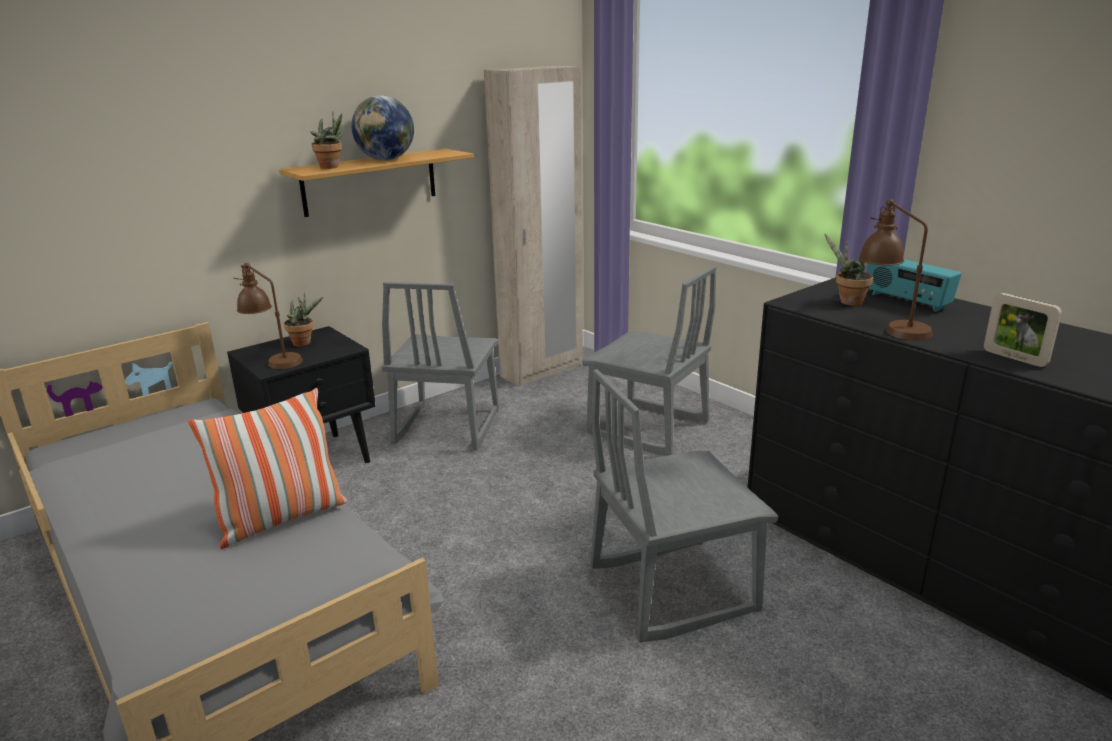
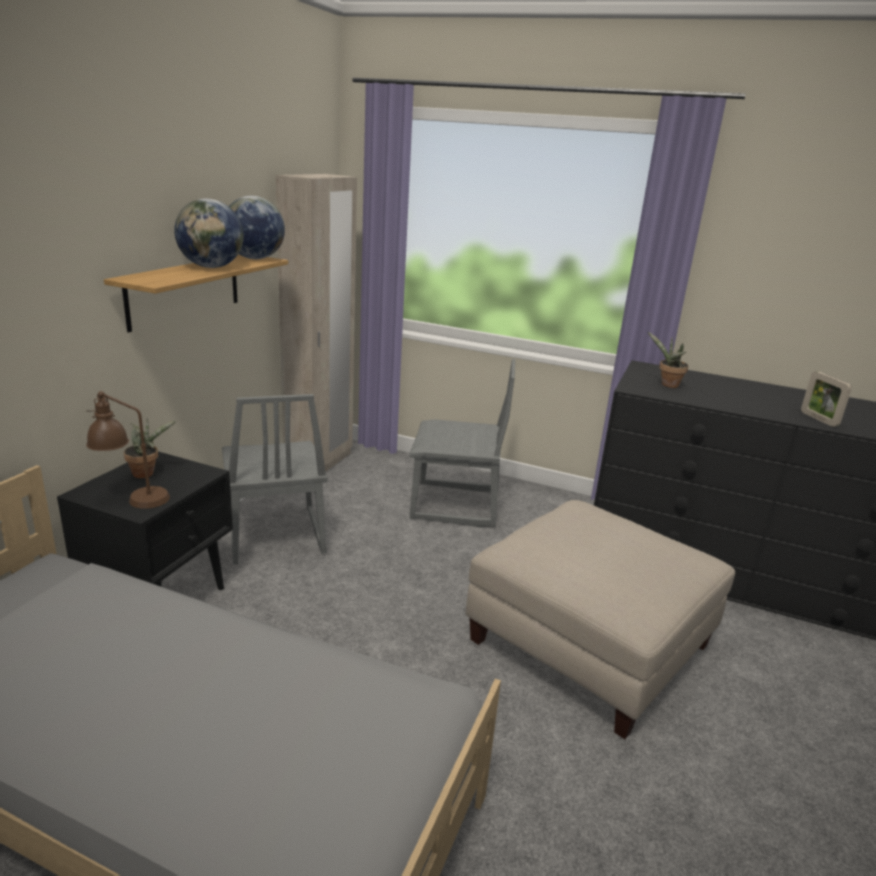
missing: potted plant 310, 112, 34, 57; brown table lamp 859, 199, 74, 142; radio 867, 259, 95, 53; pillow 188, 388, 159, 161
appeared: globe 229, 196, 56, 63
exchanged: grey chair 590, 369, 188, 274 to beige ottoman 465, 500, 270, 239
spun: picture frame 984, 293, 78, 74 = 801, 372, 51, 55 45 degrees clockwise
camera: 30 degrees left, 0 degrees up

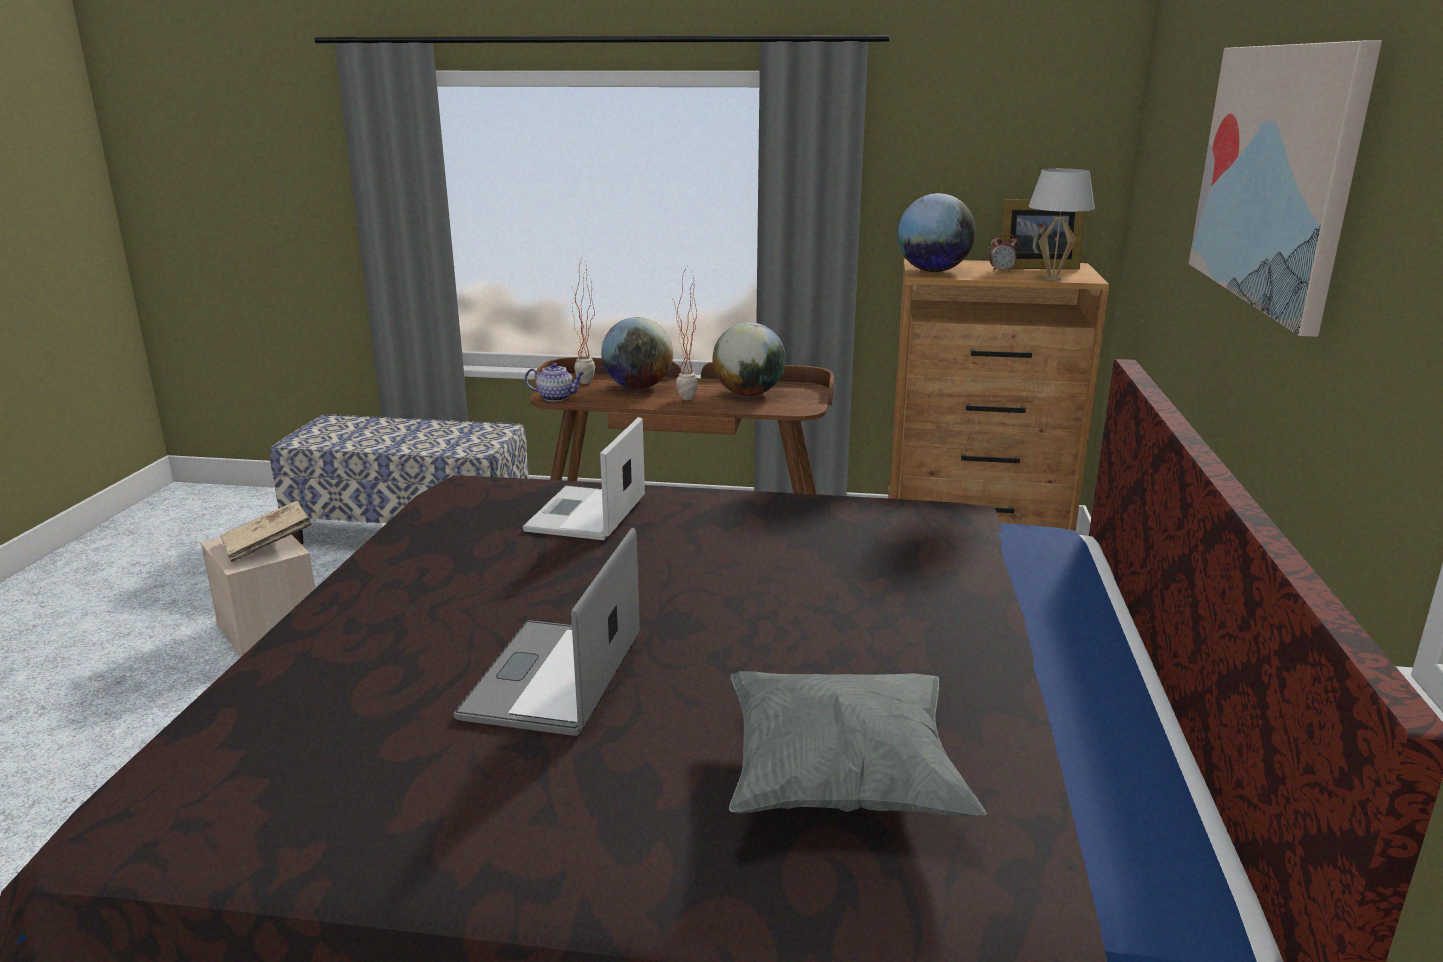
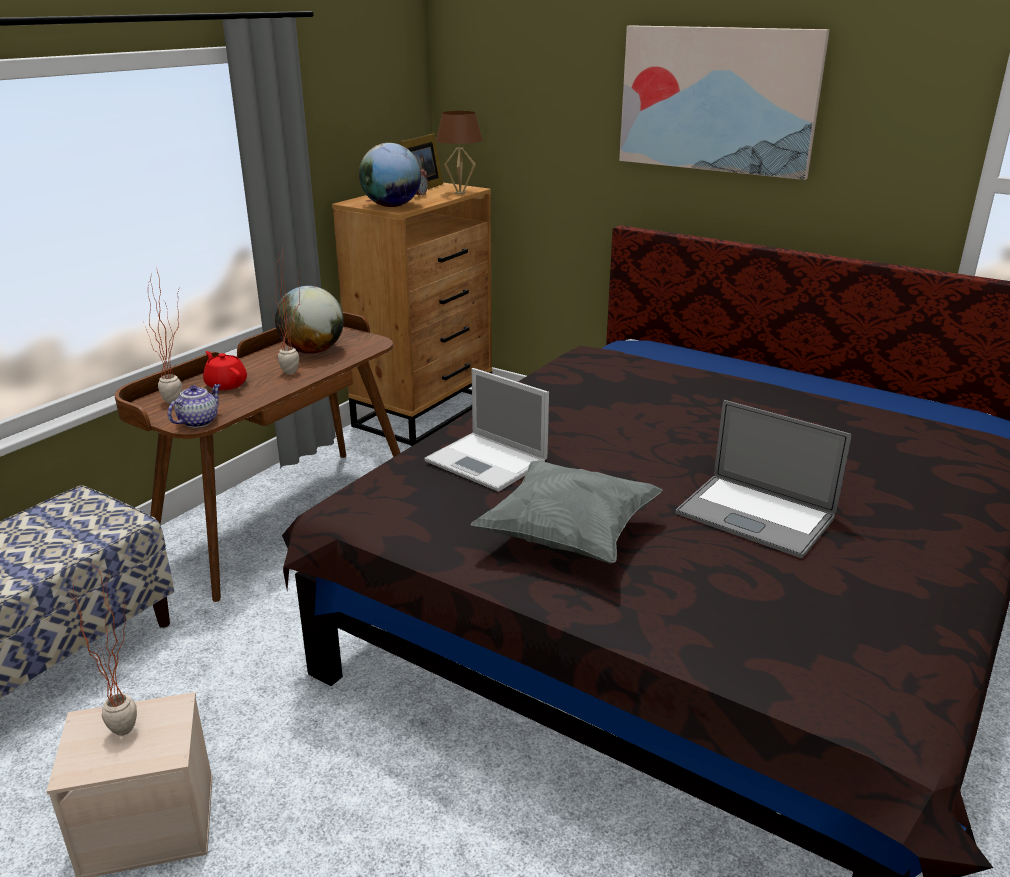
relocated: grey pillow 729, 671, 258, 146 to 471, 461, 192, 103
exchanged: globe 601, 317, 72, 72 to red teapot 203, 351, 44, 39; beige book 221, 501, 91, 61 to potted plant 68, 562, 69, 174
colour: white table lamp 1028, 168, 67, 112 to brown table lamp 436, 111, 47, 83
camera: 65 degrees left, 5 degrees up

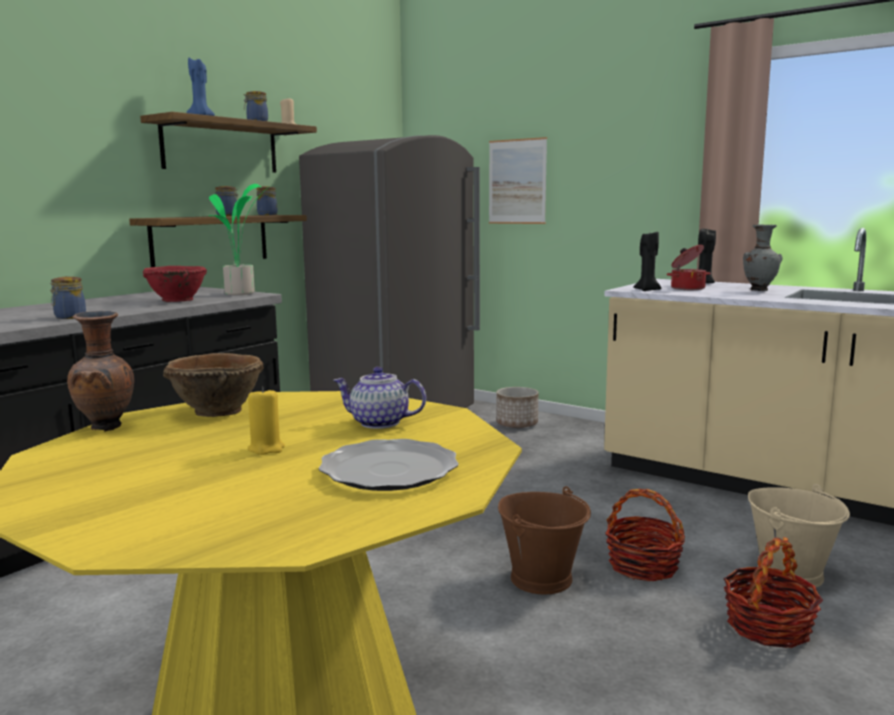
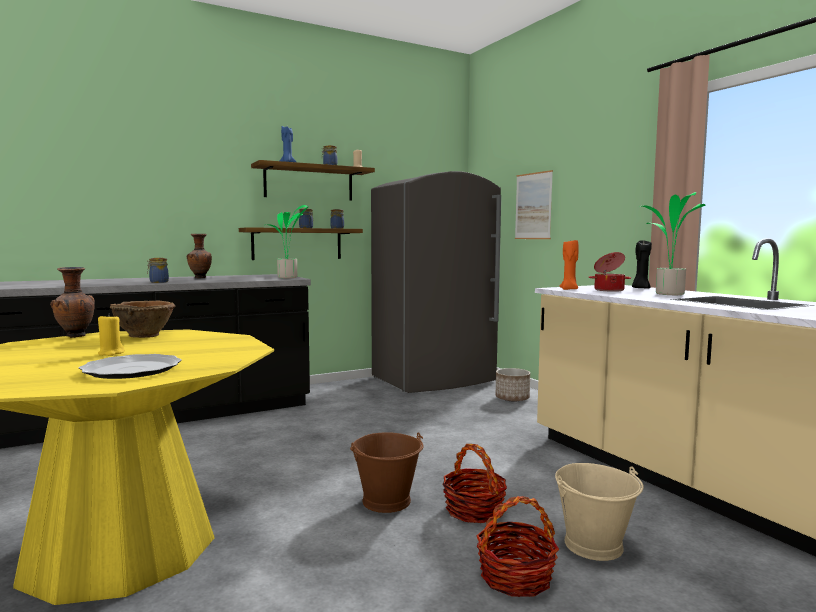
missing: red bowl 143, 266, 64, 36; teapot 333, 367, 93, 62
appeared: brown vase 186, 234, 26, 44
exchanged: grey vase 743, 224, 40, 68 to potted plant 639, 192, 66, 103
colour: black candle 633, 232, 28, 59 to orange candle 559, 240, 20, 50
camera: 25 degrees right, 5 degrees down

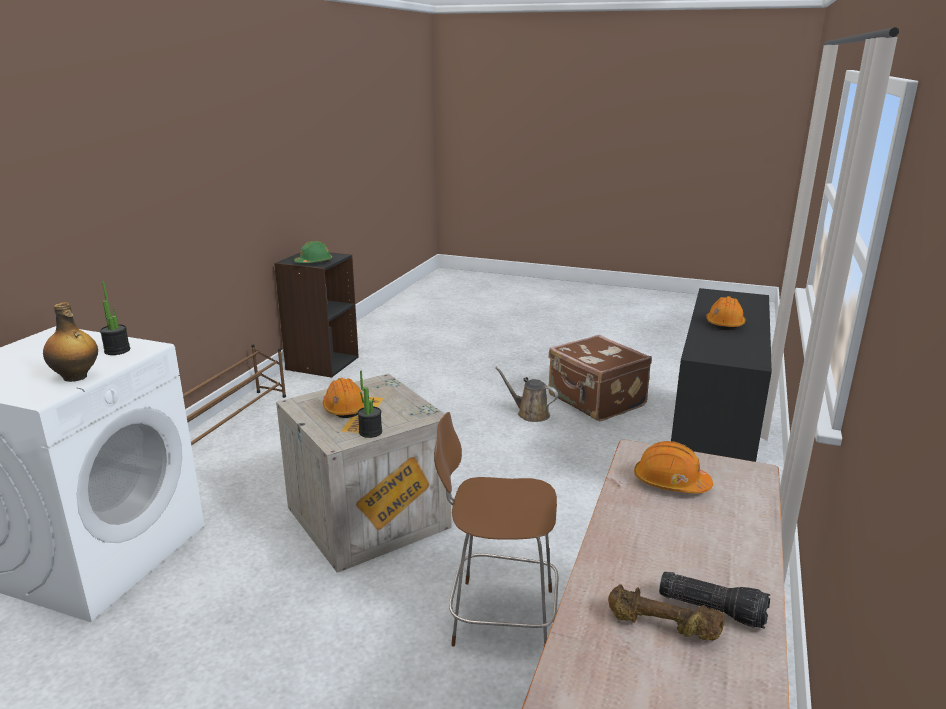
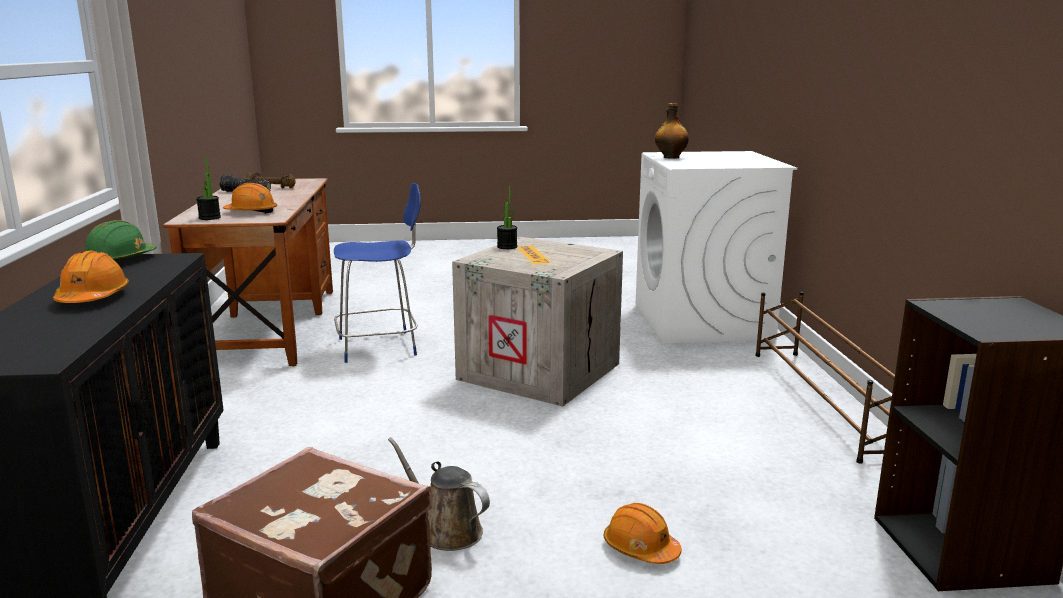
relocated: green hard hat 294, 241, 38, 22 to 85, 220, 72, 41; potted plant 100, 281, 30, 74 to 196, 157, 25, 63; orange hard hat 322, 378, 42, 40 to 604, 503, 78, 61
colour: brown chair 434, 412, 125, 234 to blue chair 334, 183, 87, 180
spun: brown watering can 495, 367, 63, 55 = 388, 437, 102, 114 150 degrees counterclockwise
camera: 155 degrees right, 5 degrees down

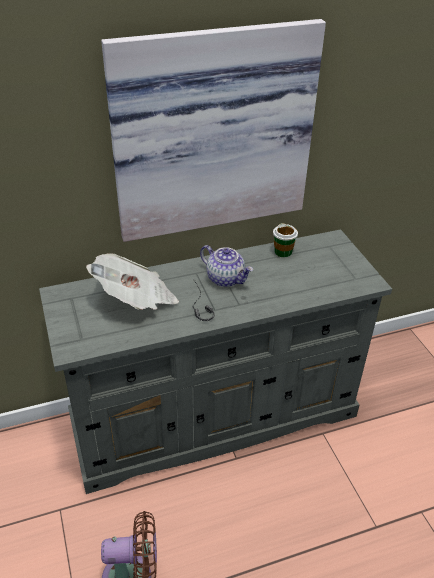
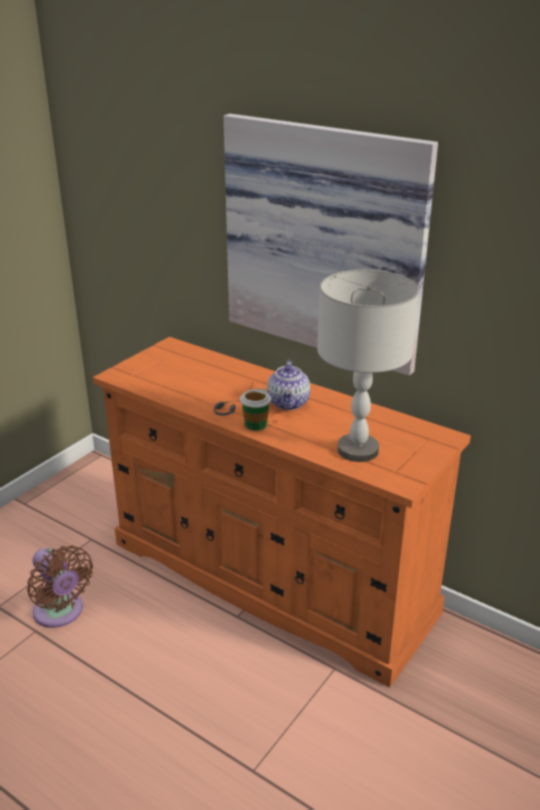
missing: newspaper 86, 253, 93, 57
appeared: grey table lamp 317, 270, 102, 192
relocated: cup 273, 223, 25, 34 to 240, 388, 31, 43
colour: grey dresser 39, 229, 353, 265 to orange dresser 93, 337, 378, 351
camera: 55 degrees right, 10 degrees down

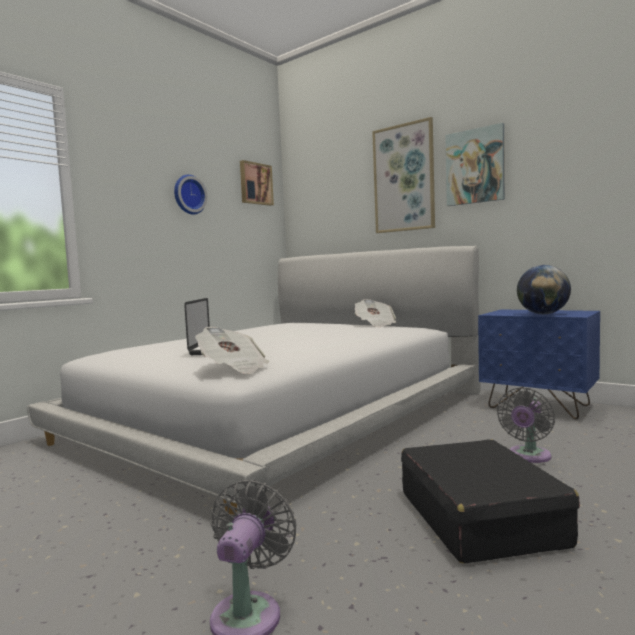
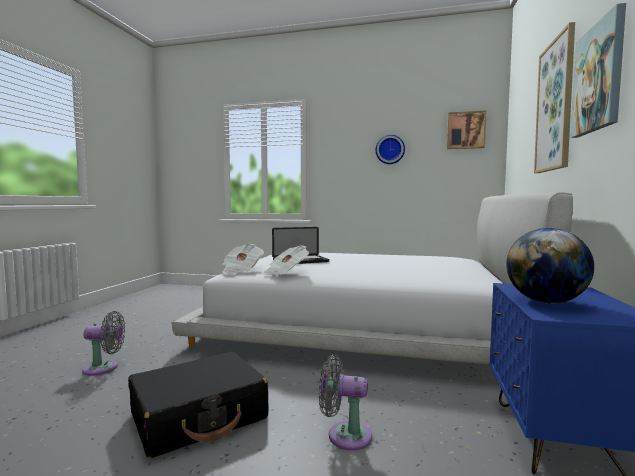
relocated: newspaper 355, 299, 42, 28 to 263, 245, 46, 30
camera: 65 degrees right, 0 degrees up

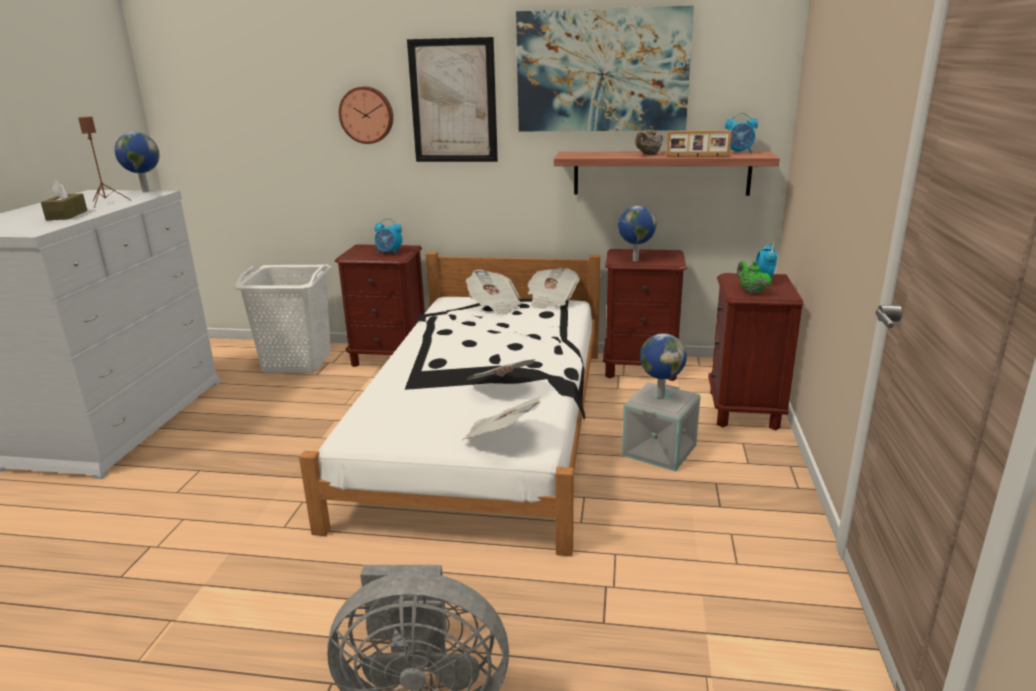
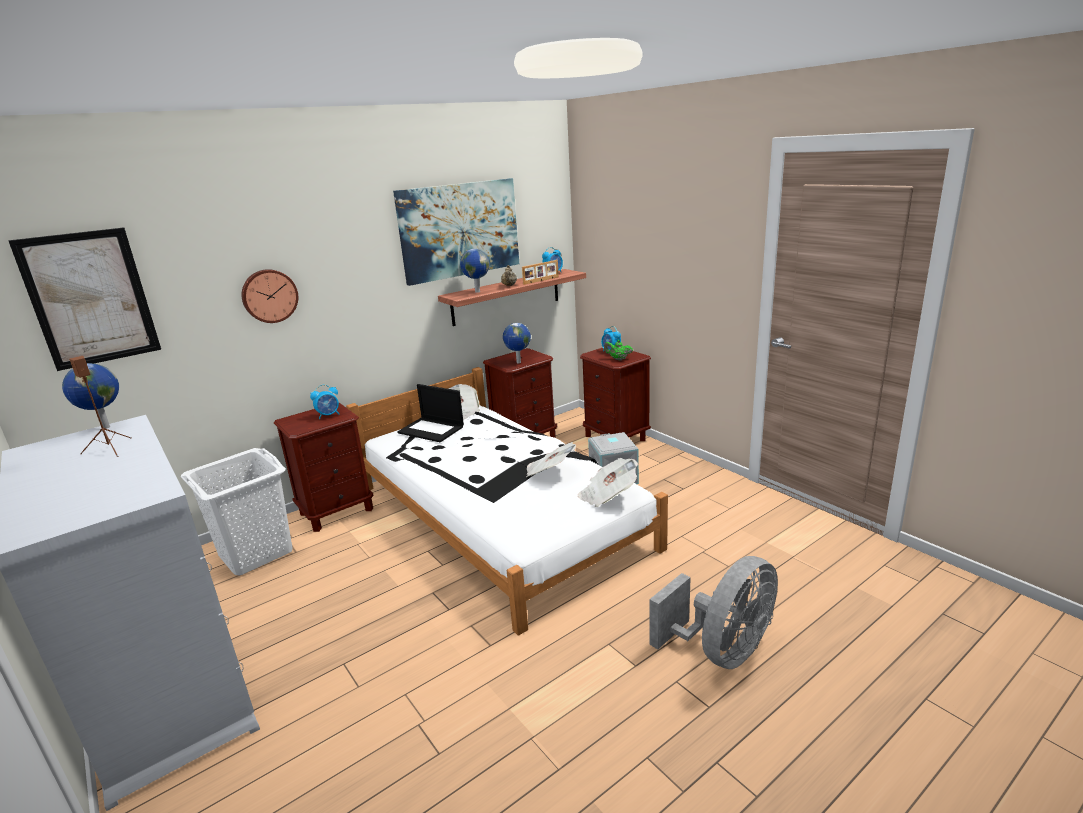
missing: brown tissue box 41, 180, 46, 40
relocated: picture 407, 37, 91, 125 to 8, 227, 153, 144; globe 640, 333, 47, 65 to 460, 249, 30, 44
exchanged: newspaper 466, 269, 56, 46 to laptop 397, 384, 67, 58
camera: 45 degrees left, 0 degrees up

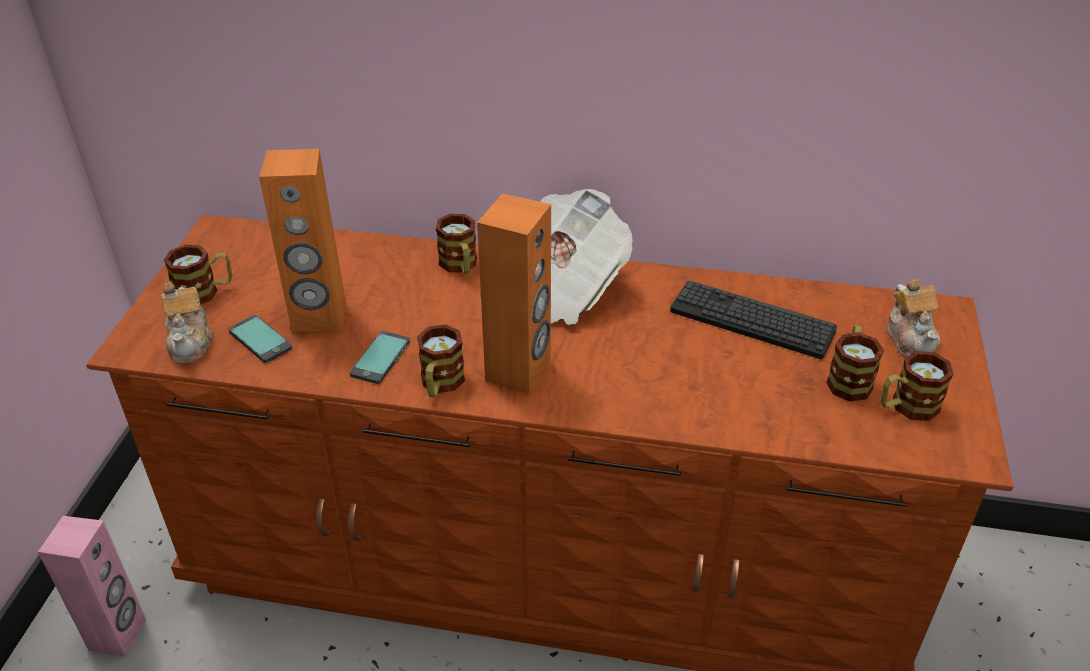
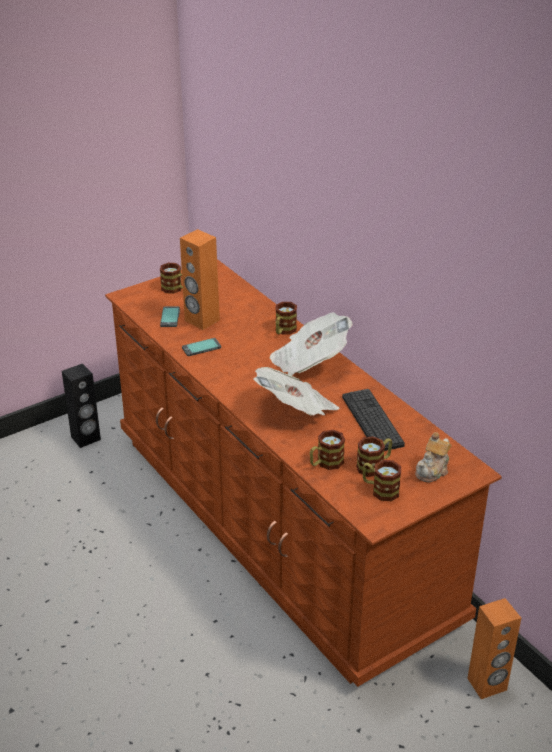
missing: teapot 161, 282, 53, 82
appeared: newspaper 253, 367, 86, 49
relocated: orange speaker 477, 194, 74, 200 to 467, 598, 54, 101; mug 417, 324, 48, 73 to 310, 430, 35, 40
colour: pink speaker 38, 516, 108, 141 to black speaker 62, 364, 39, 84
camera: 45 degrees right, 5 degrees down

